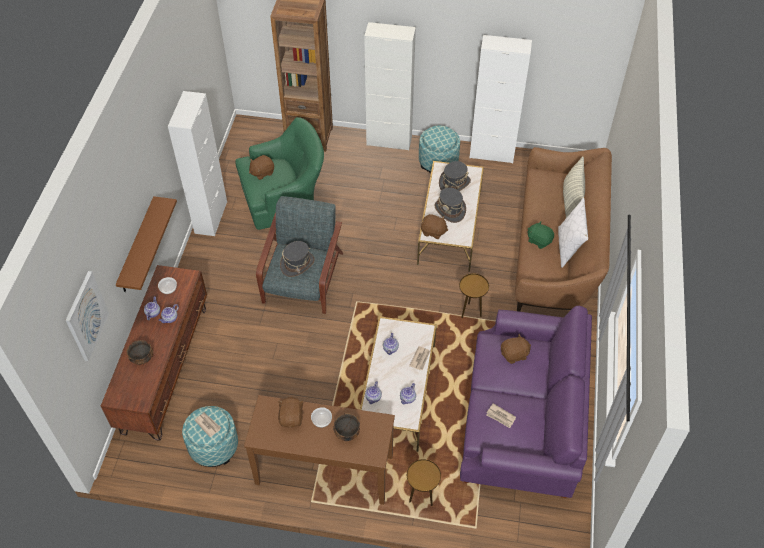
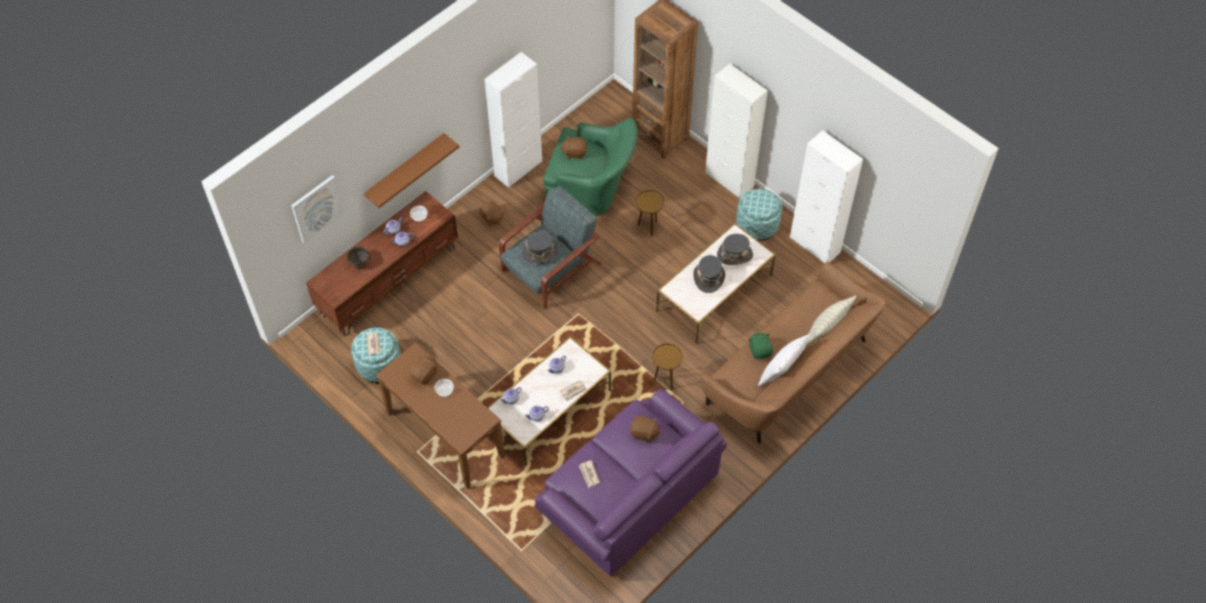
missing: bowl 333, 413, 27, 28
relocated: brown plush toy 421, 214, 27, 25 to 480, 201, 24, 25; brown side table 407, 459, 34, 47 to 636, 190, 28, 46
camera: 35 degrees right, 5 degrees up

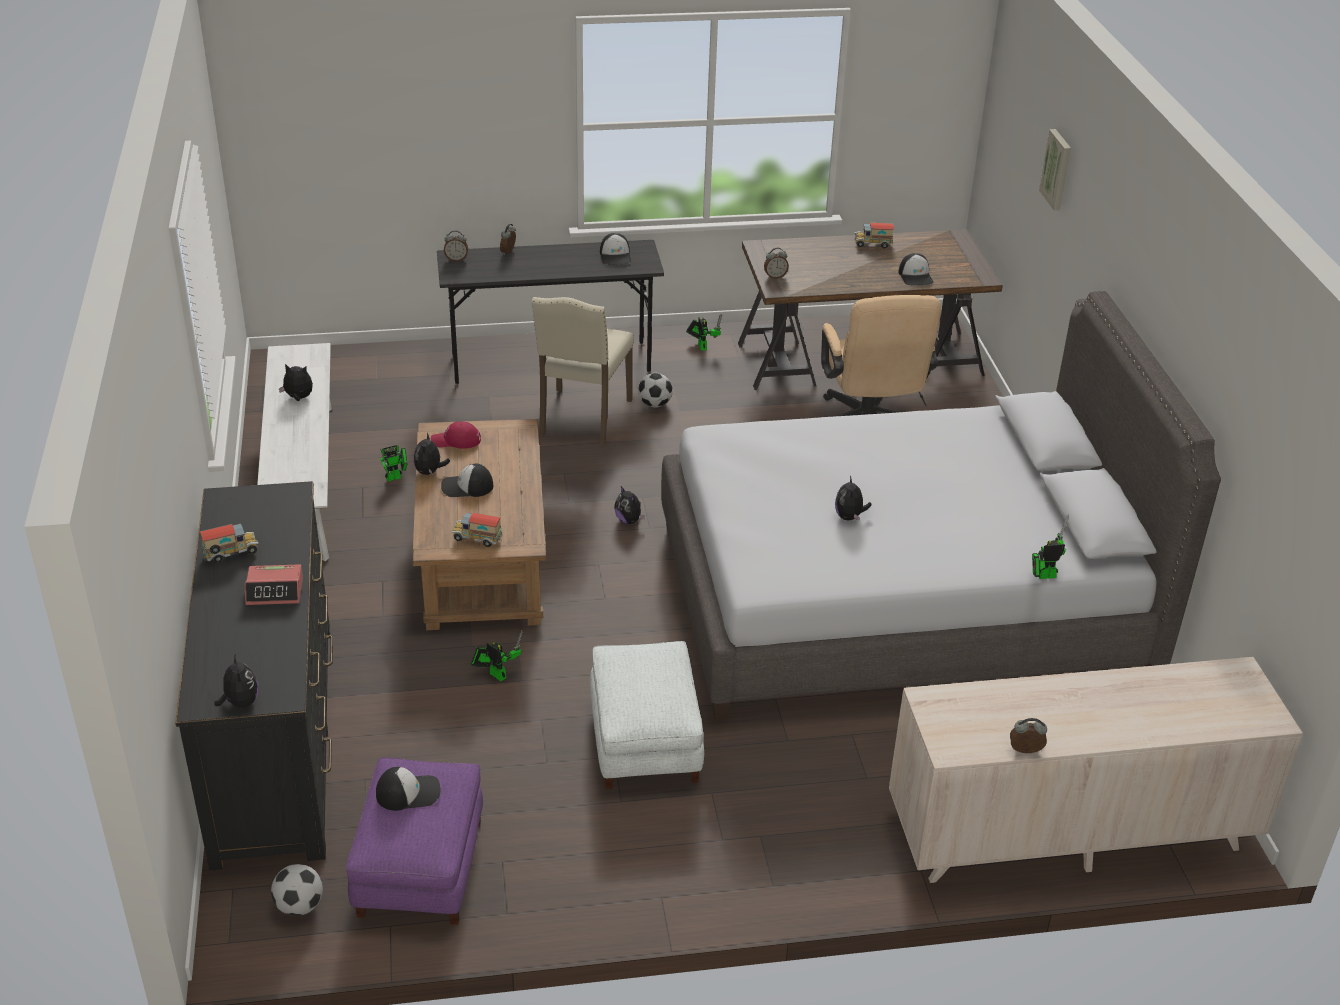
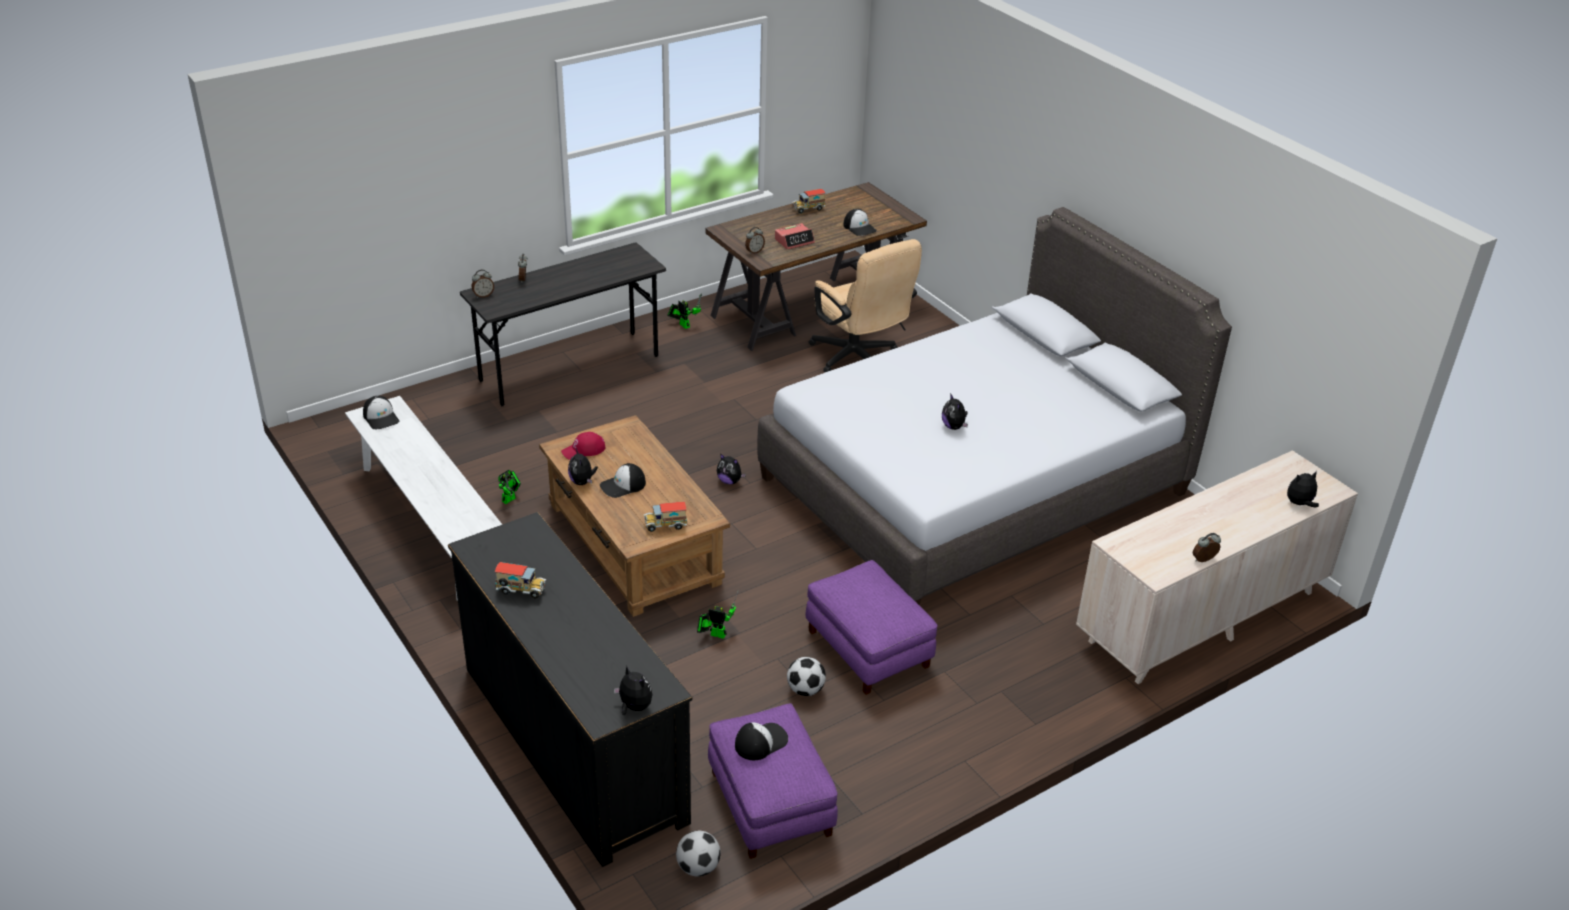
missing: picture 1039, 129, 32, 81; beige chair 531, 297, 103, 148; toy robot 1032, 514, 37, 65
relocated: cap 600, 233, 31, 32 to 363, 396, 36, 33; plush toy 279, 364, 34, 37 to 1287, 471, 32, 36; football 638, 373, 35, 34 to 787, 657, 39, 39; alarm clock 245, 564, 58, 41 to 775, 223, 40, 27
colour: white ottoman 590, 641, 114, 148 to purple ottoman 806, 560, 132, 135
spun: toy truck 200, 524, 58, 39 = 495, 562, 51, 37 60 degrees clockwise
camera: 25 degrees left, 0 degrees up

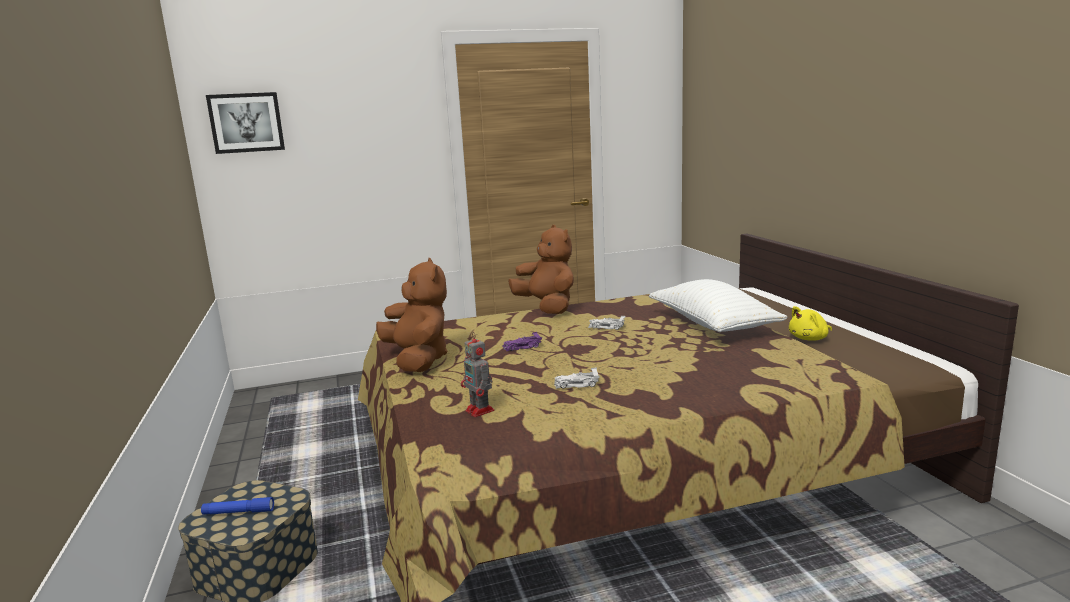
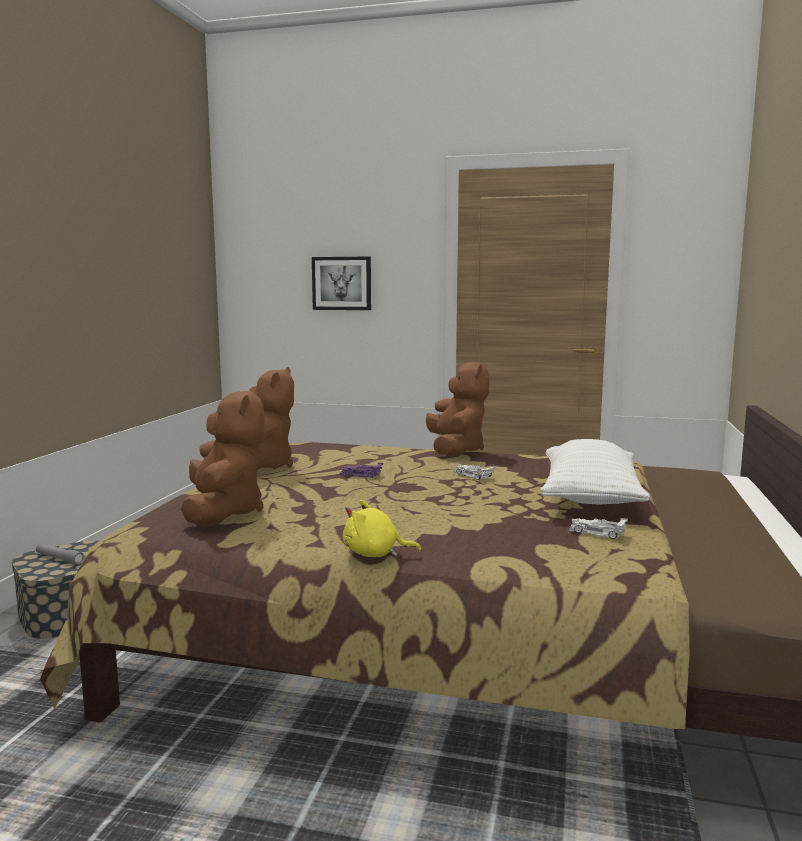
relocated: picture 206, 92, 79, 62 to 312, 257, 59, 53; yellow plush toy 789, 306, 43, 34 to 343, 500, 78, 57; white toy car 554, 367, 46, 22 to 569, 518, 59, 21
exchanged: toy robot 461, 333, 33, 84 to brown plush toy 181, 387, 84, 139
colour: blue flashlight 201, 497, 73, 17 to grey flashlight 36, 544, 48, 20
camera: 30 degrees right, 5 degrees down

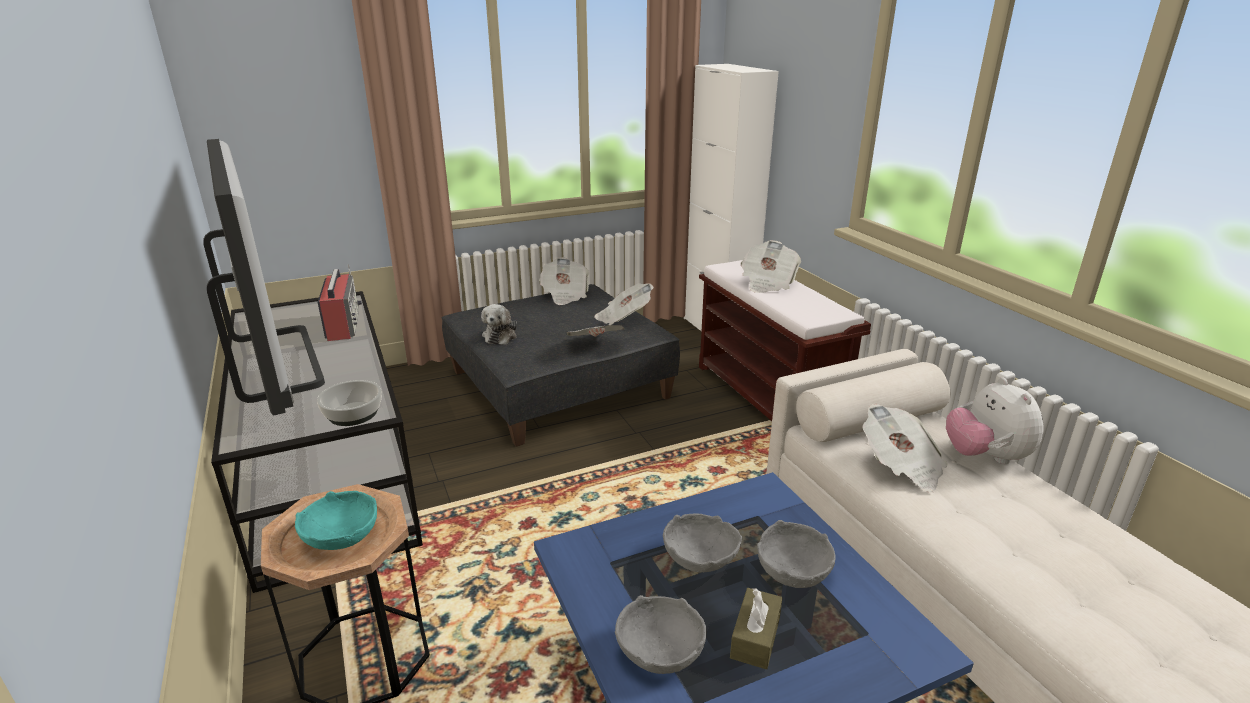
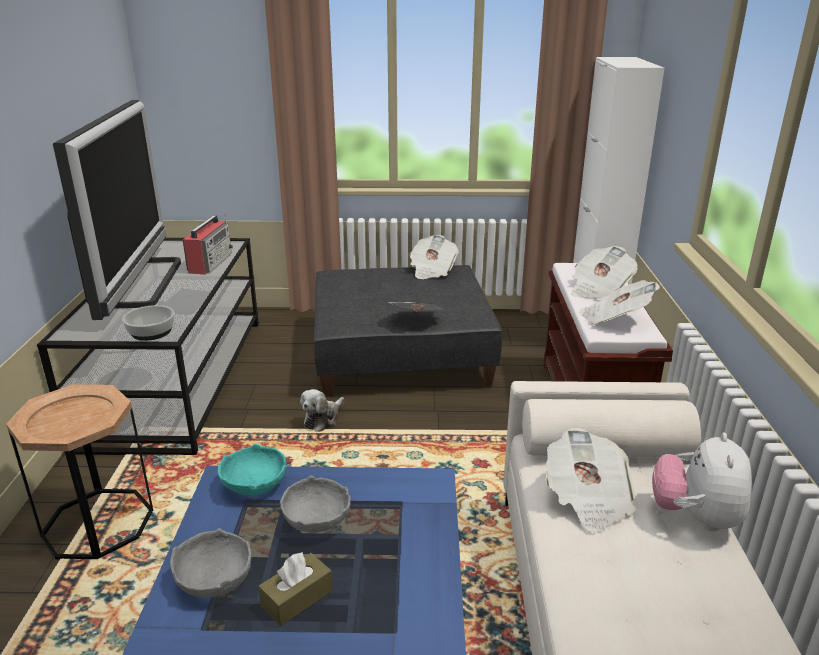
missing: grey bowl 757, 520, 79, 68
relocated: newspaper 594, 283, 60, 42 to 579, 280, 81, 45; plush toy 481, 304, 36, 41 to 300, 389, 44, 43; turquoise bowl 295, 491, 82, 59 to 218, 444, 68, 52
camera: 25 degrees right, 0 degrees up

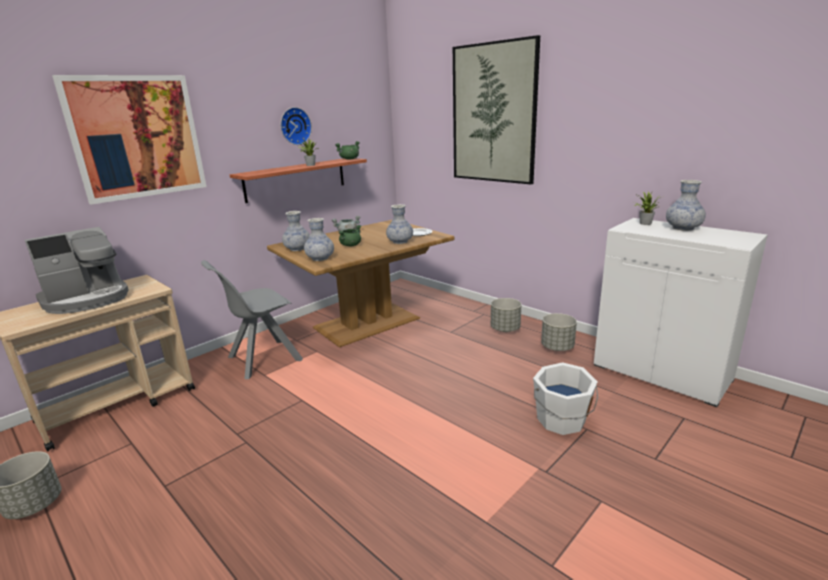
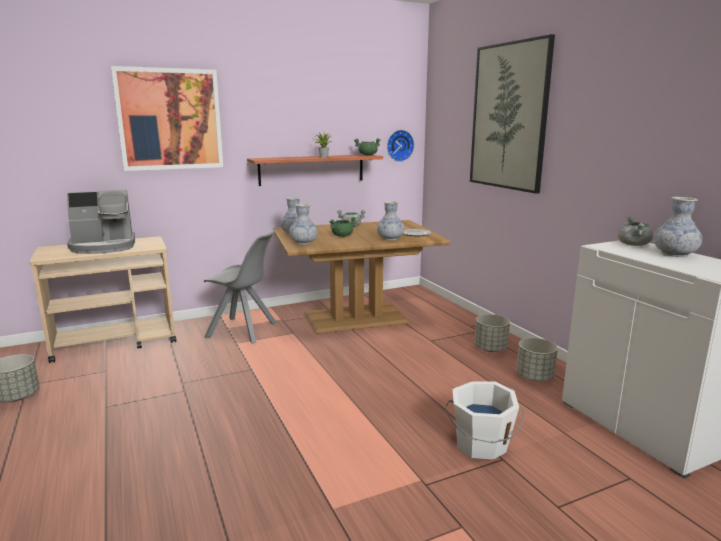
relocated: wall clock 281, 107, 31, 38 to 387, 130, 27, 32
exchanged: potted plant 634, 191, 30, 34 to grey cooking pot 618, 216, 35, 30
spun: grey chair 201, 260, 102, 119 = 204, 230, 74, 114 150 degrees counterclockwise
camera: 20 degrees right, 5 degrees down

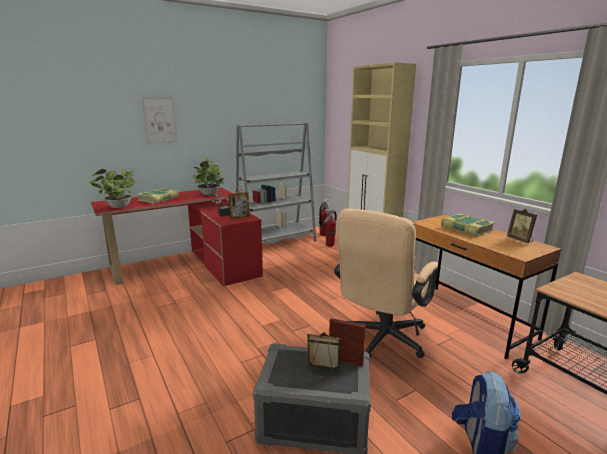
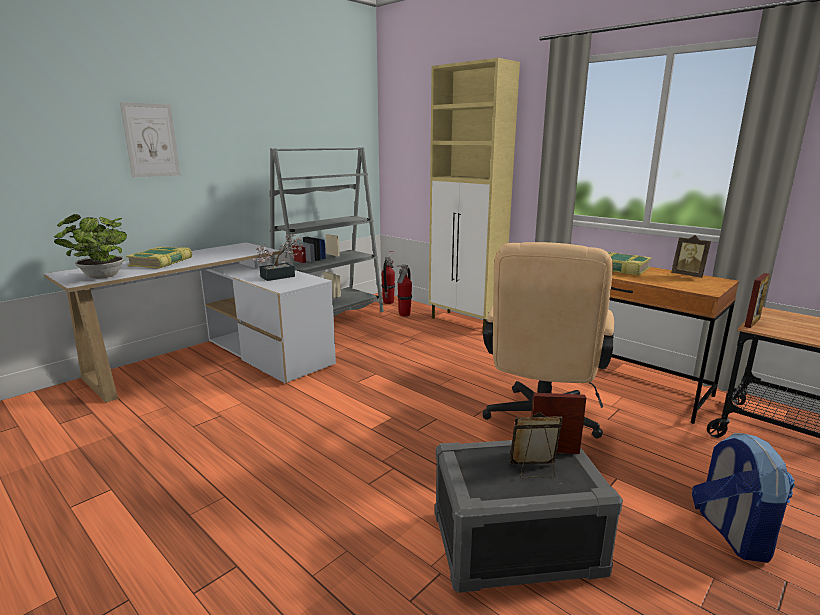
missing: potted plant 192, 157, 32, 39
relocated: picture frame 229, 192, 20, 28 to 744, 273, 26, 55
colour: red desk 91, 187, 172, 99 to white desk 44, 242, 292, 161
camera: 15 degrees left, 0 degrees up

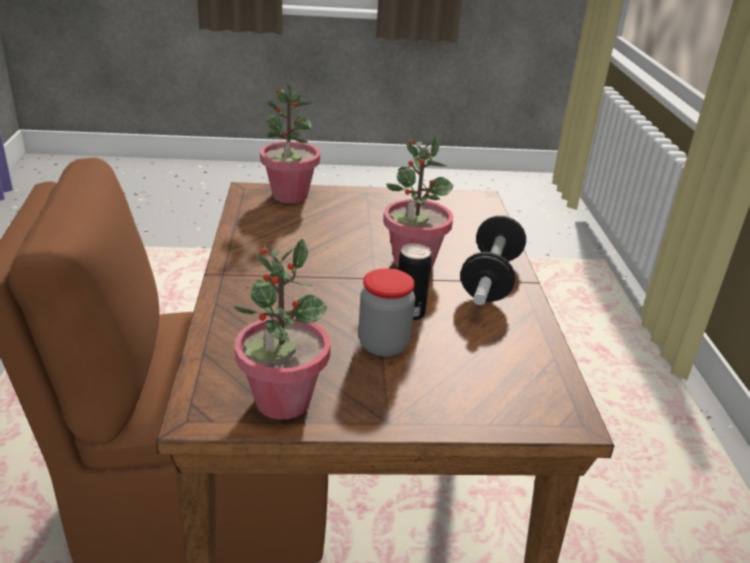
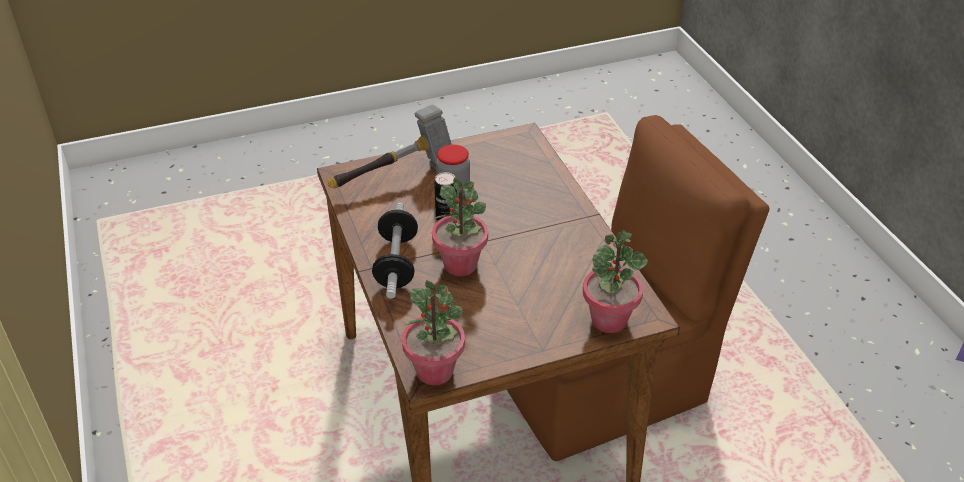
appeared: hammer 328, 105, 124, 83
relocated: potted plant 233, 239, 97, 181 to 402, 280, 63, 105
camera: 165 degrees right, 10 degrees up

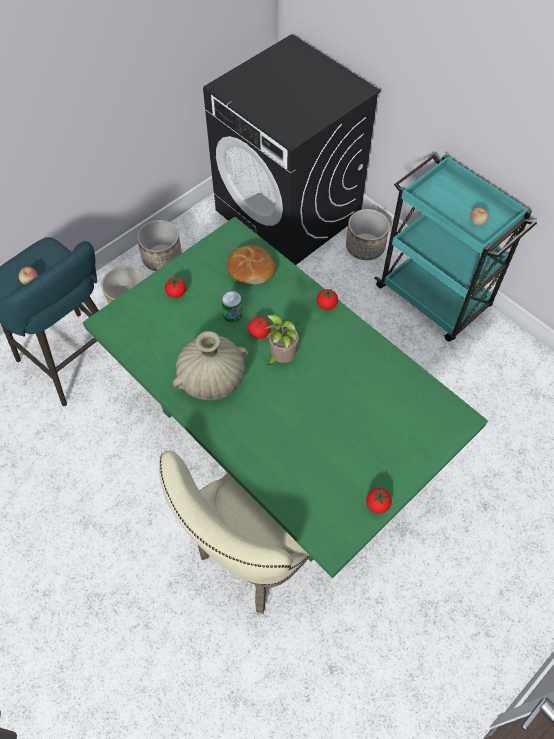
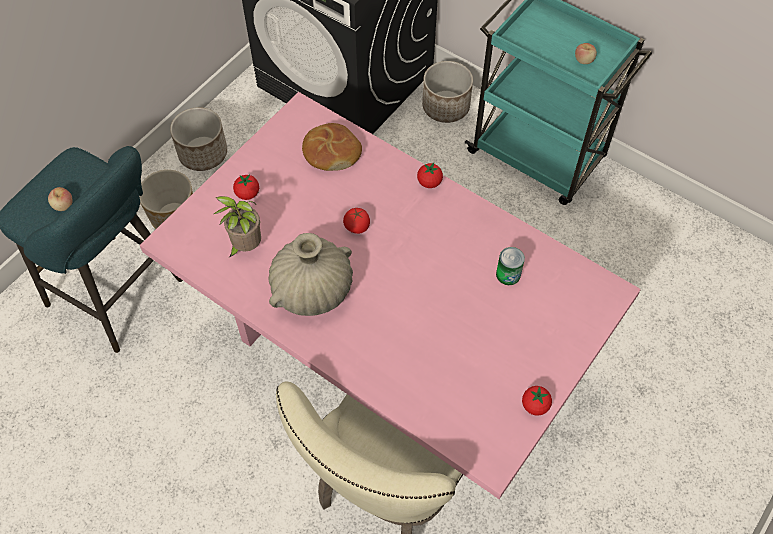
relocated: can 221, 291, 21, 31 to 496, 247, 29, 38; potted plant 263, 315, 36, 51 to 214, 196, 47, 61
colour: green dining table 83, 217, 405, 361 to pink dining table 140, 92, 501, 407
camera: 10 degrees left, 0 degrees up

